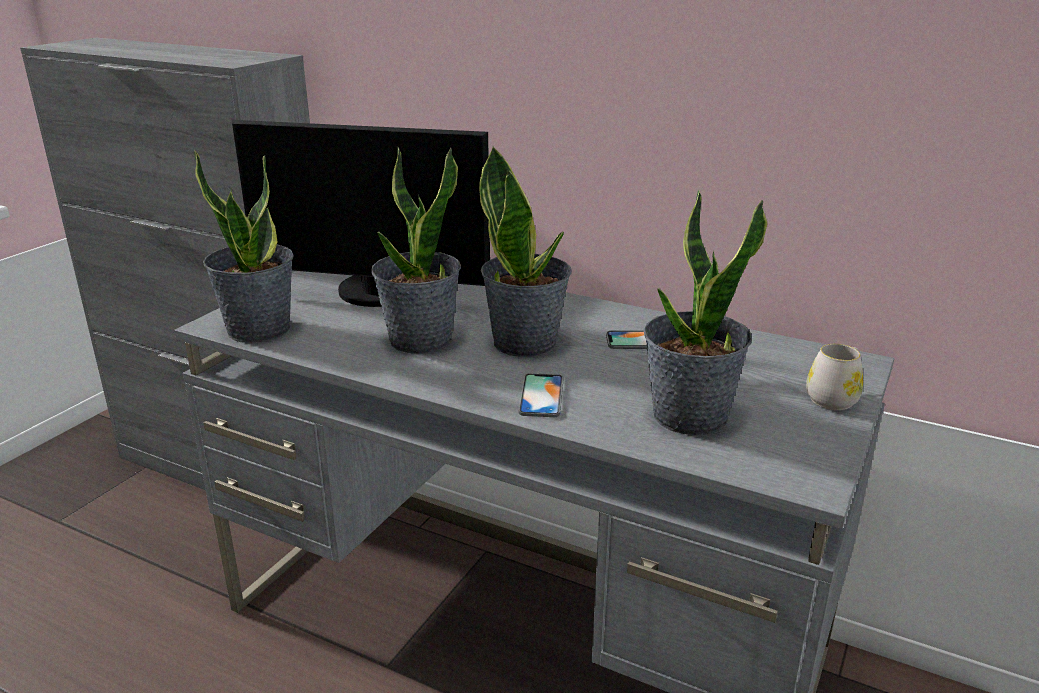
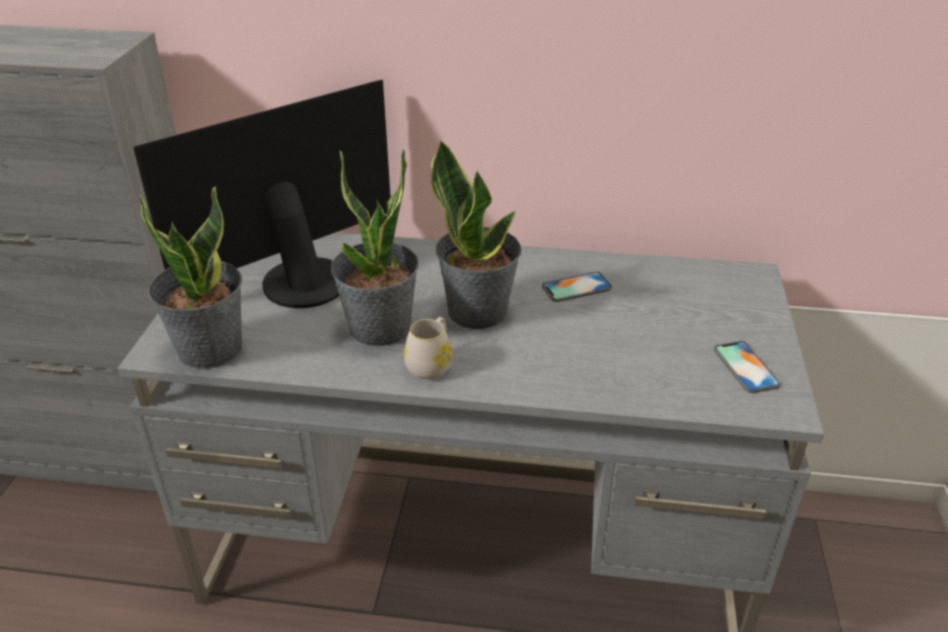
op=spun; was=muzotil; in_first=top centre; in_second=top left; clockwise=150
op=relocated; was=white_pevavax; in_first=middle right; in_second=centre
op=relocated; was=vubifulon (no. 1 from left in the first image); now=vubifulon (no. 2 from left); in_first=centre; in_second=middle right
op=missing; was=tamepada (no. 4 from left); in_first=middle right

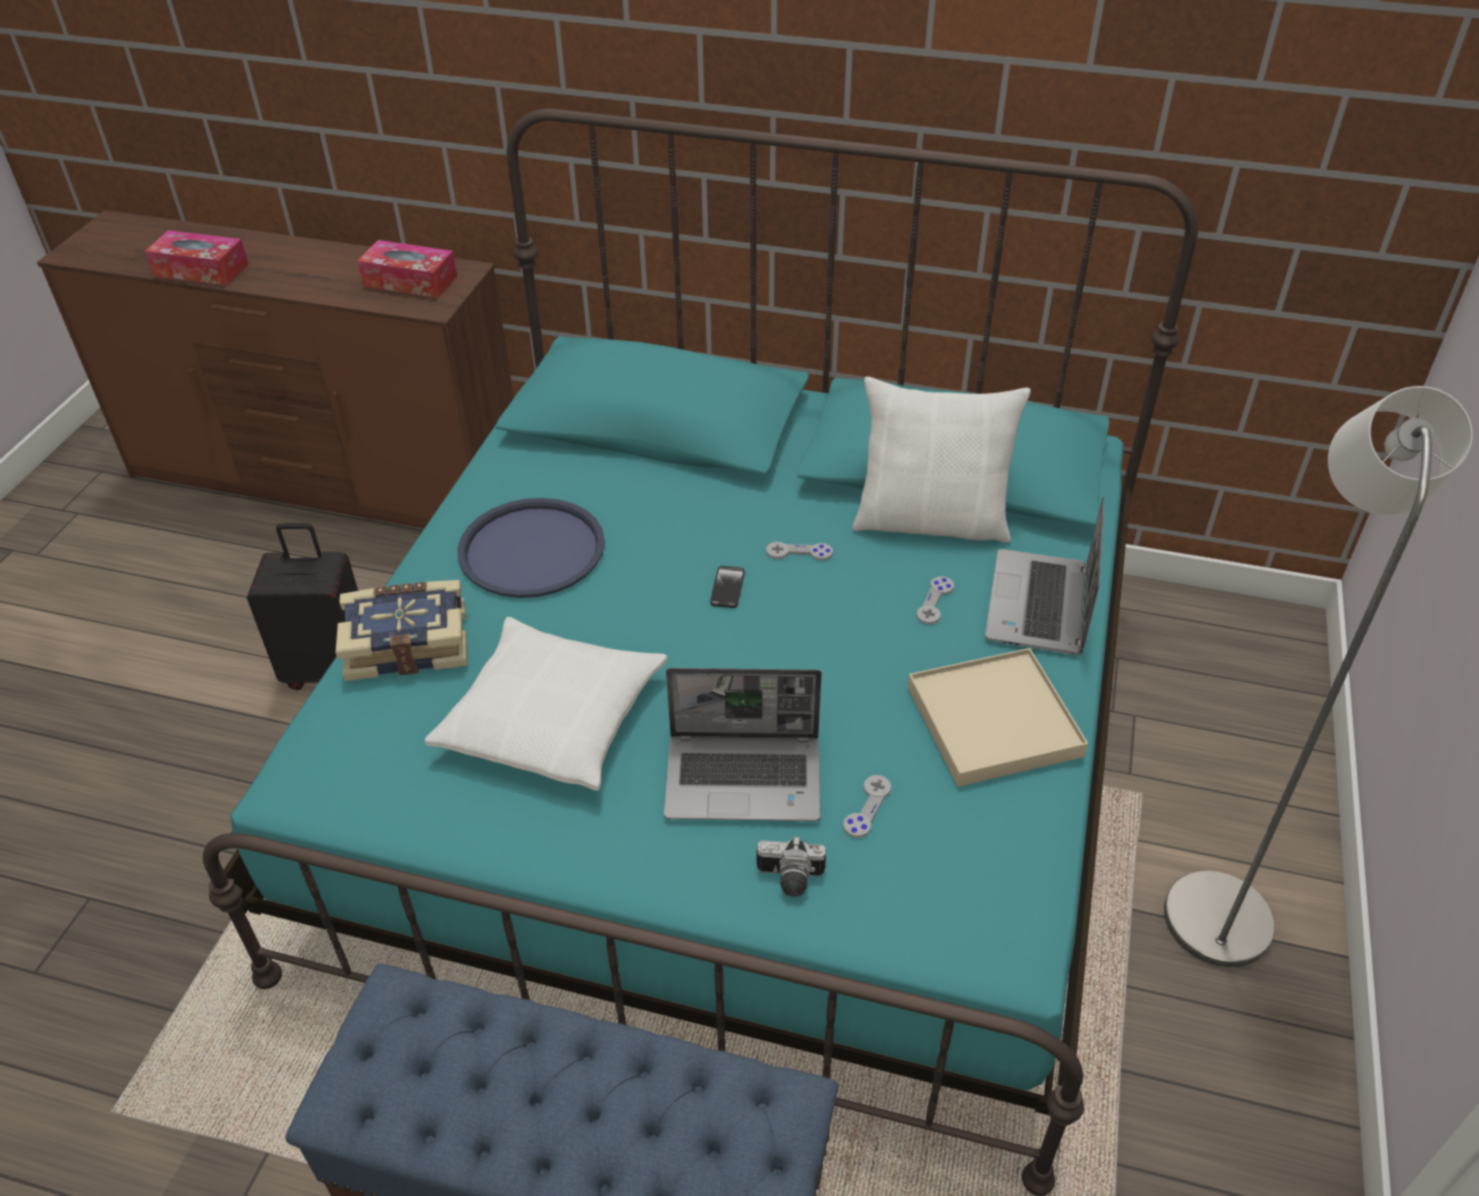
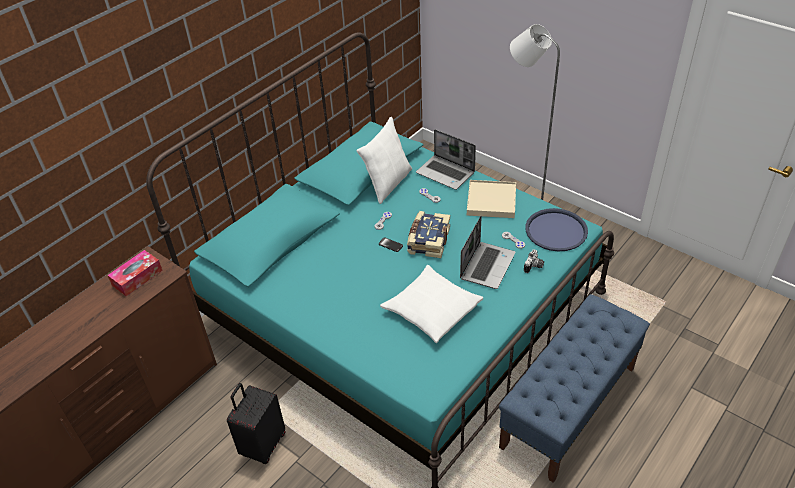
op=relocated; was=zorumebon; in_first=middle left; in_second=centre
op=relocated; was=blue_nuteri; in_first=centre; in_second=middle right
op=missing; was=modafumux (no. 1 from left); in_first=top left

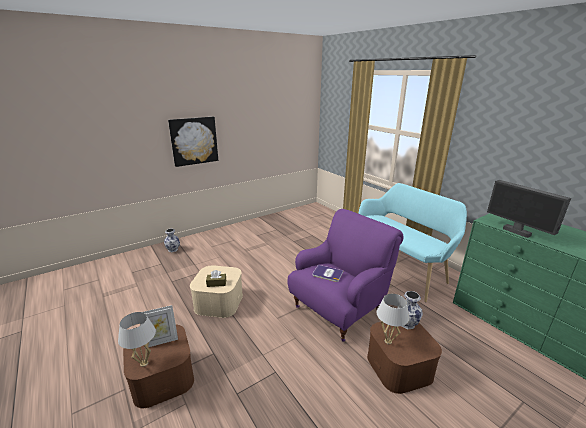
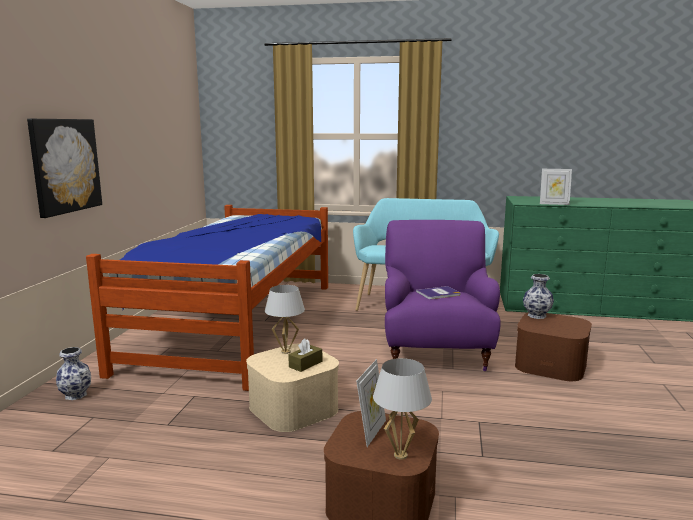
op=appeared; now=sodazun; in_second=middle left
op=relocated; was=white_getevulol (no. 2 from left in the first image); now=white_getevulol (no. 1 from left); in_first=bottom right; in_second=centre
op=exchanged; was=muzotil; now=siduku (no. 2 from left); in_first=middle right; in_second=middle right

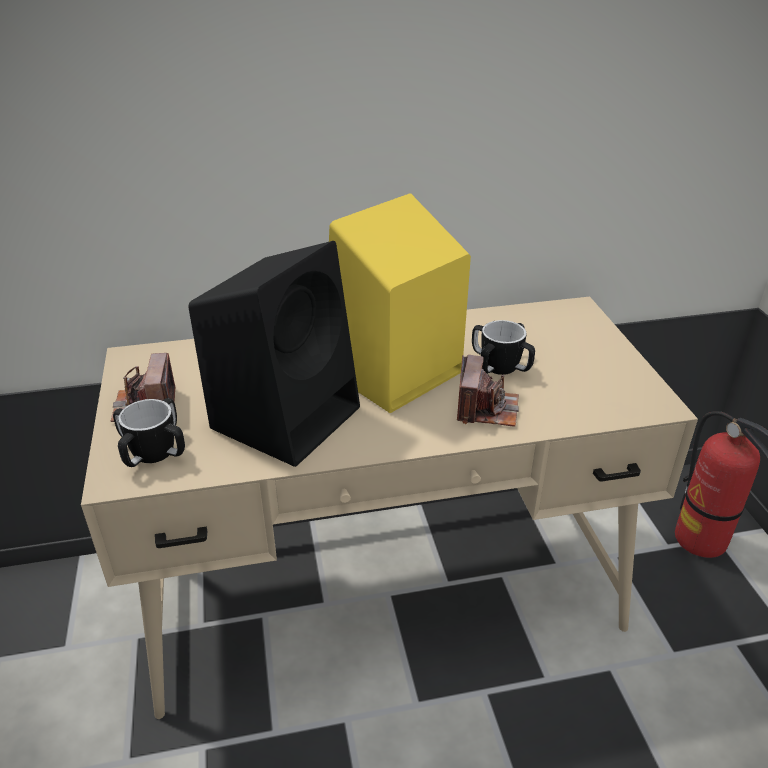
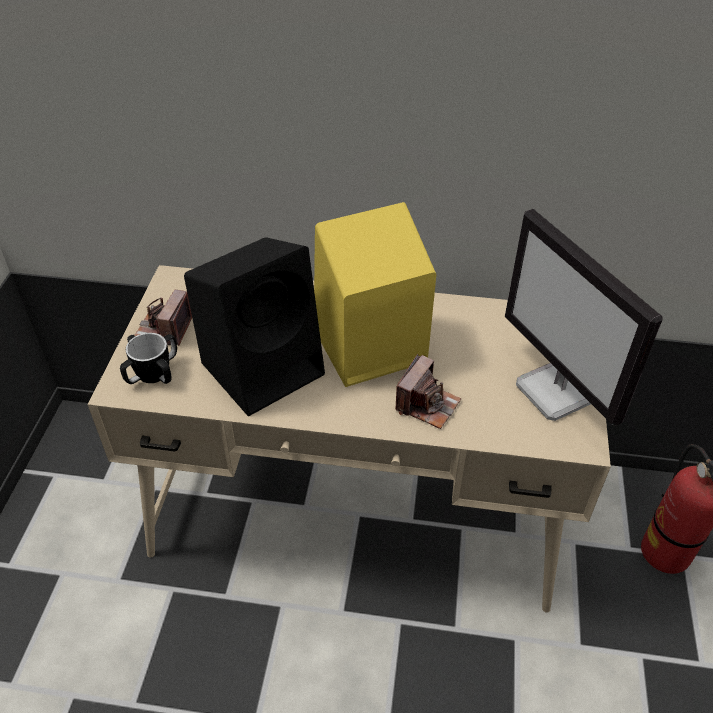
op=appeared; now=muzotil; in_second=middle right
op=missing; was=pevavax (no. 2 from left); in_first=centre

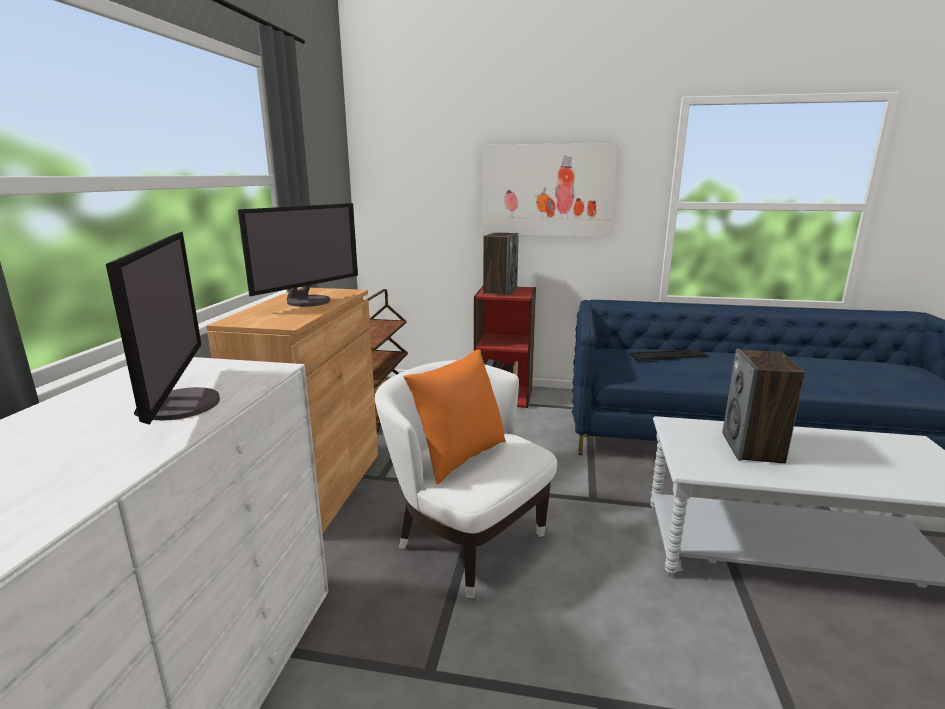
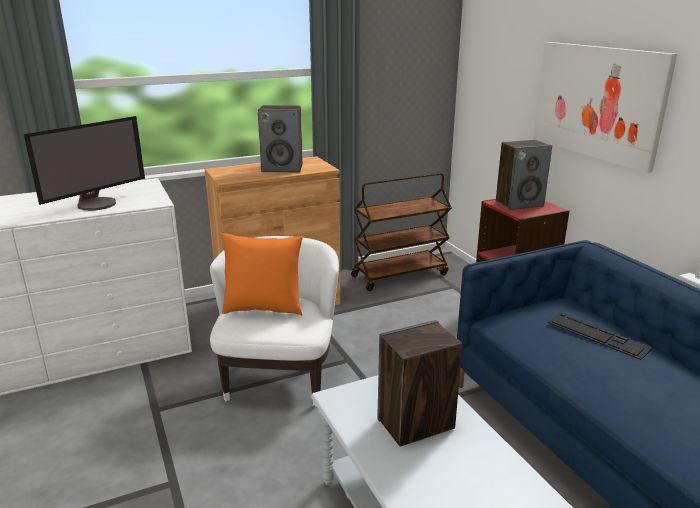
op=exchanged; was=muzotil (no. 2 from left); now=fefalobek (no. 1 from left); in_first=middle left; in_second=top centre

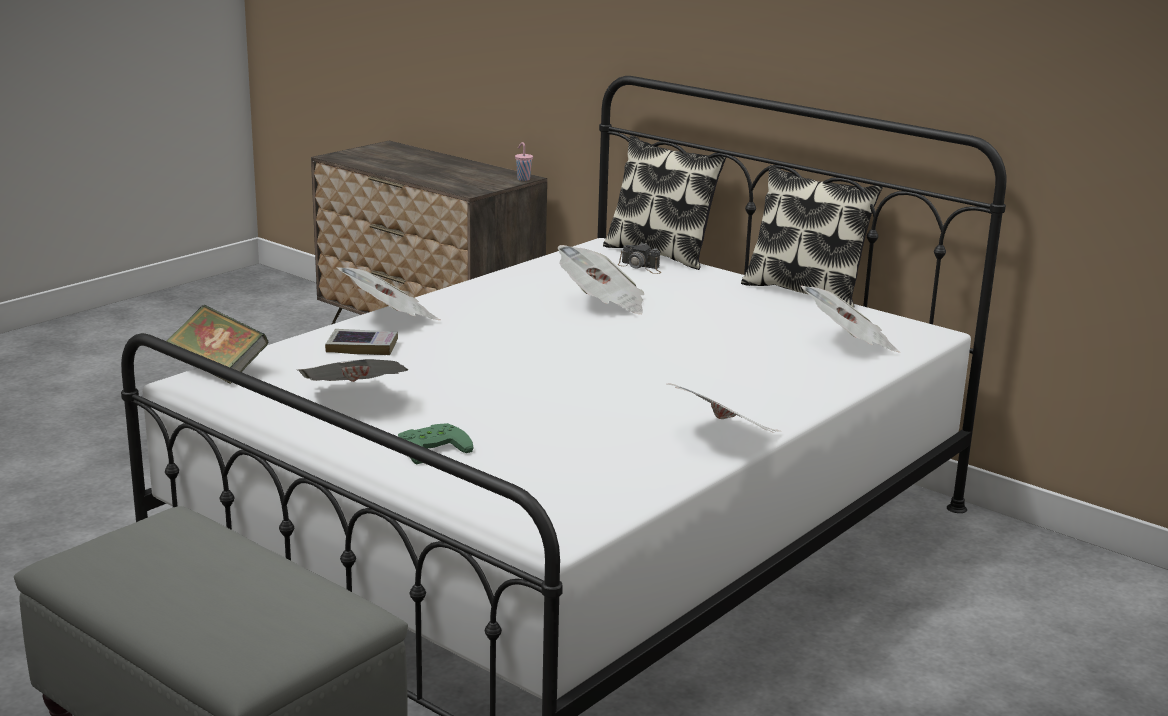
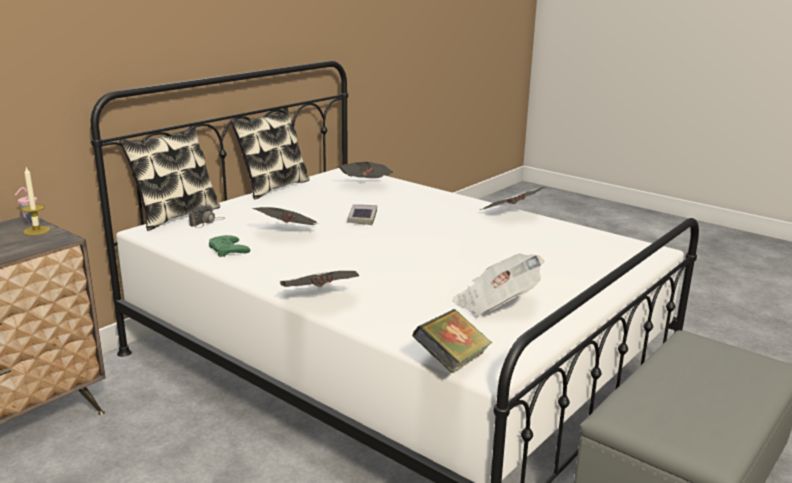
op=appeared; now=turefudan; in_second=middle left
op=relocated; was=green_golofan; in_first=centre; in_second=middle left
op=relocated; was=zorumebon (no. 2 from left in the first image); now=zorumebon (no. 1 from left); in_first=middle left; in_second=centre

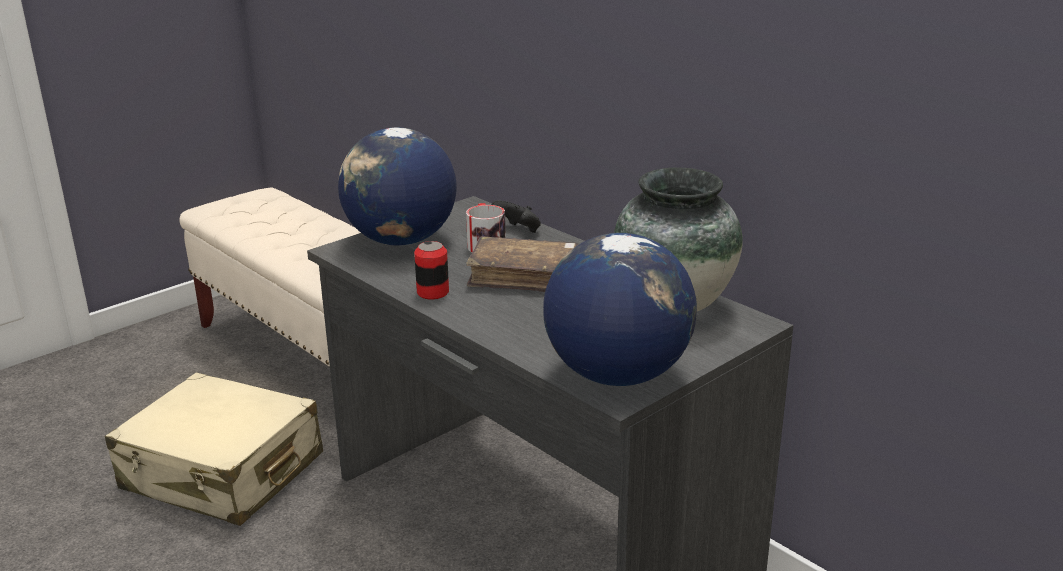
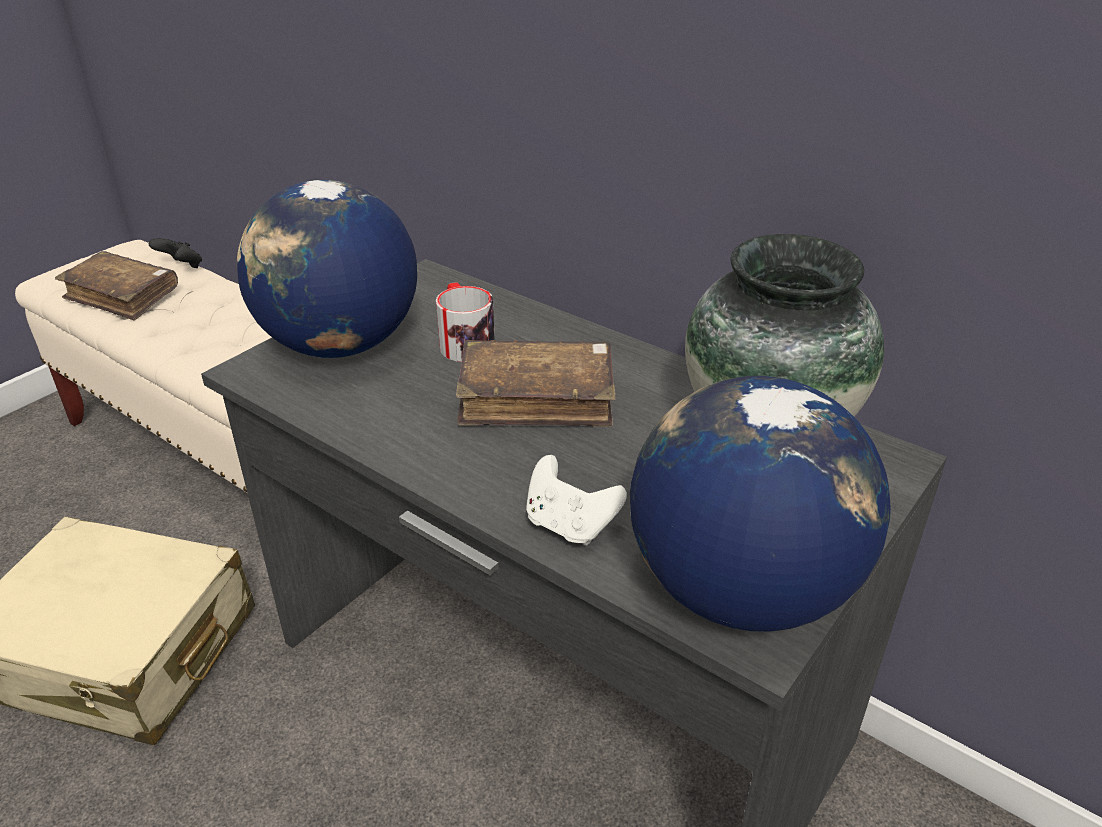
op=appeared; now=brown_zorumebon (no. 1 from left); in_second=middle left
op=relocated; was=black_golofan; in_first=centre; in_second=top left
op=appeared; now=white_golofan; in_second=centre
op=missing; was=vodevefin; in_first=centre

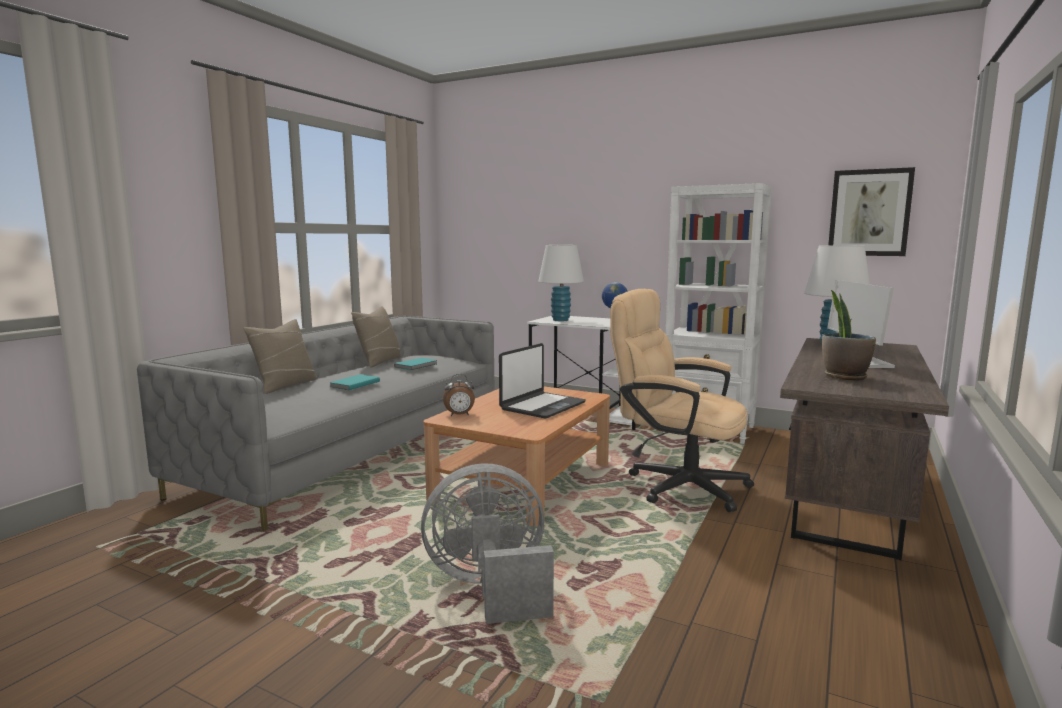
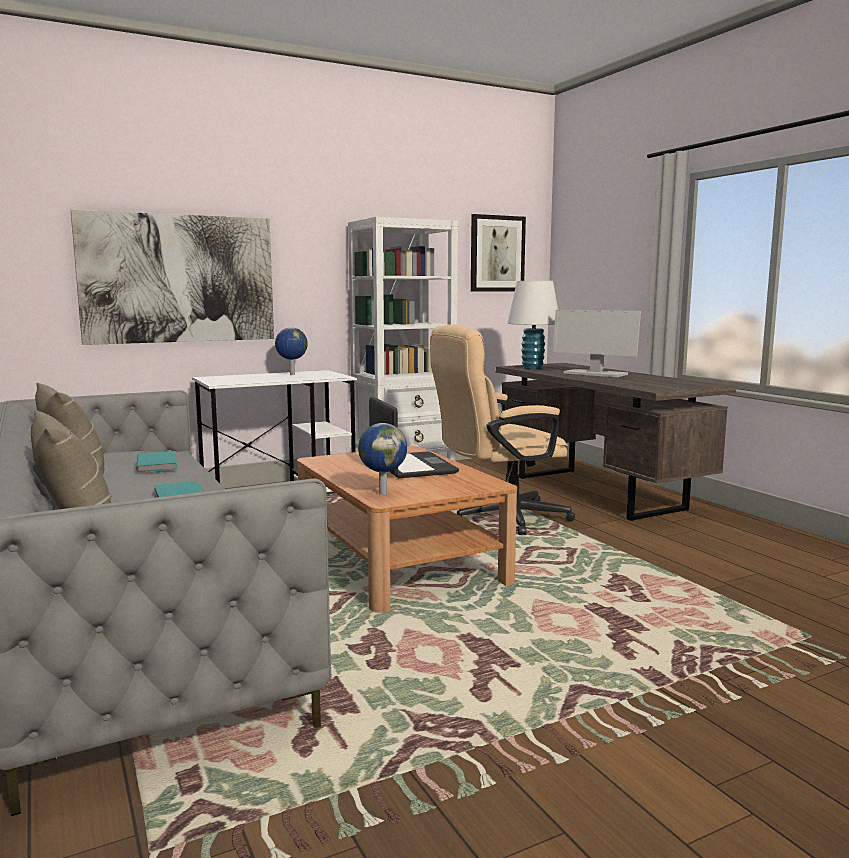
op=appeared; now=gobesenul (no. 1 from left); in_second=top left
op=exchanged; was=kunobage; now=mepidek (no. 2 from left); in_first=centre; in_second=centre
op=missing; was=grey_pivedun; in_first=bottom centre
op=missing; was=white_getevulol (no. 1 from left); in_first=centre
op=missing; was=tamepada; in_first=middle right

